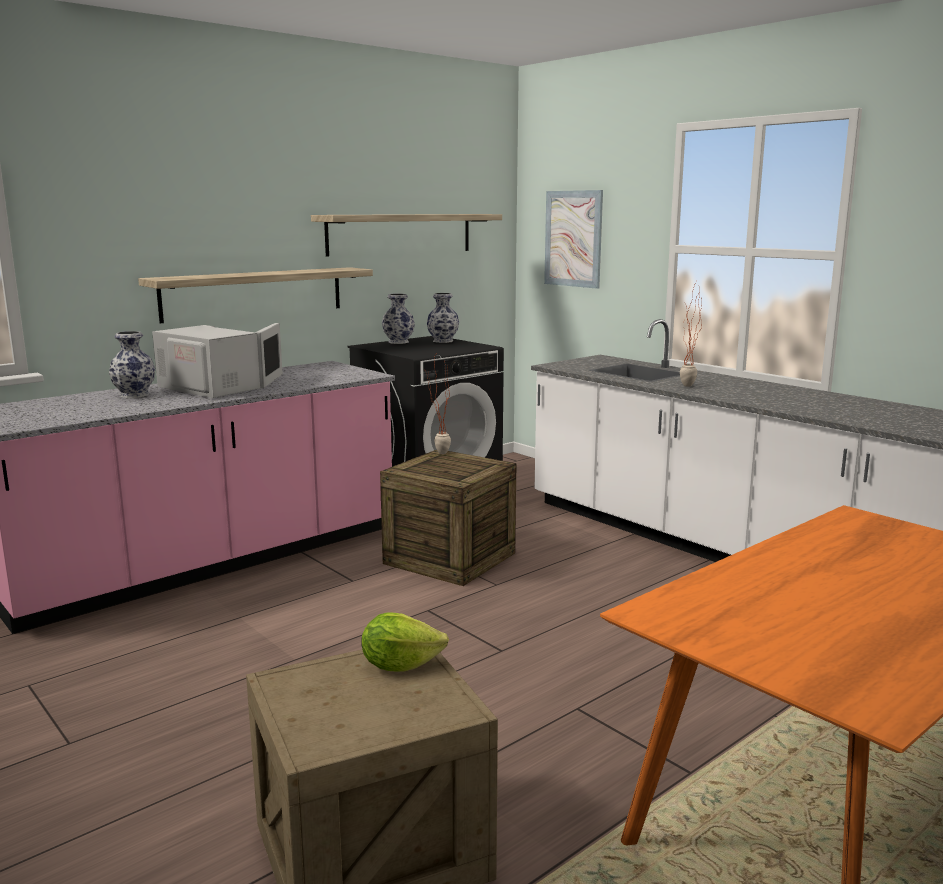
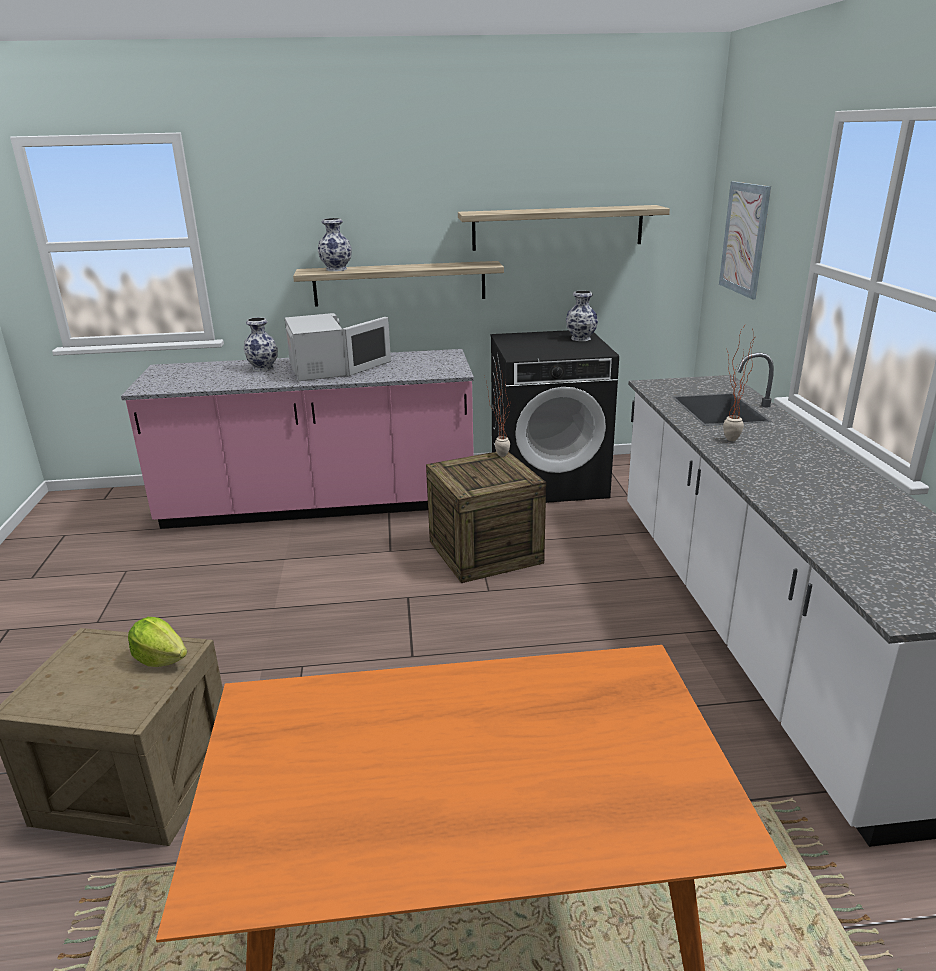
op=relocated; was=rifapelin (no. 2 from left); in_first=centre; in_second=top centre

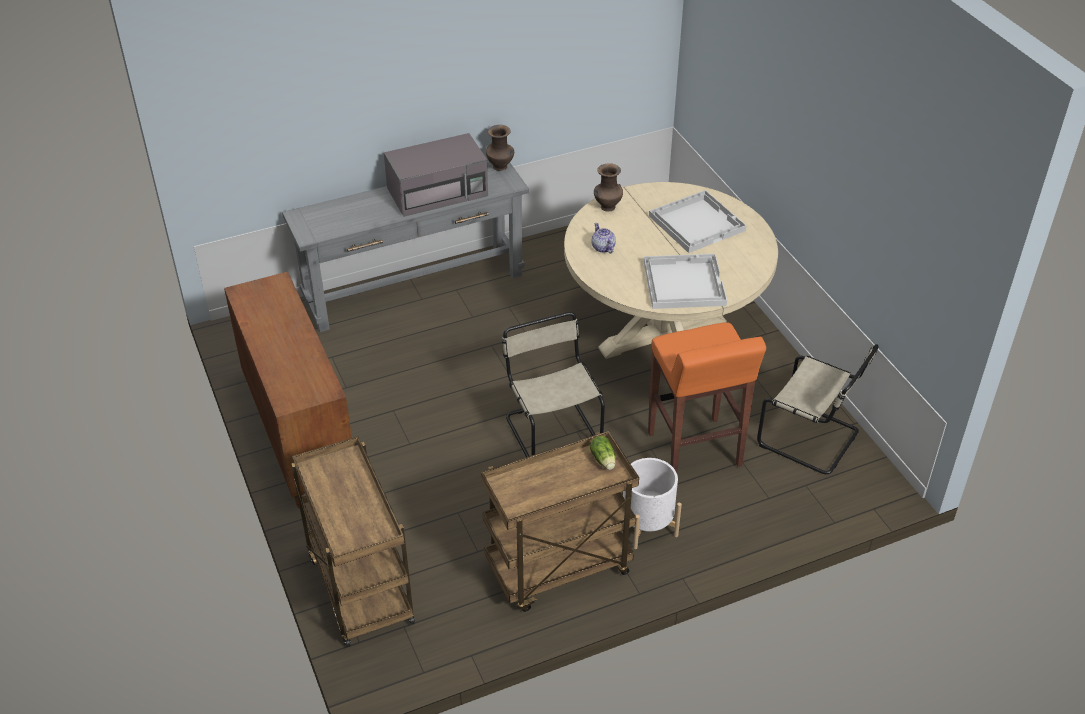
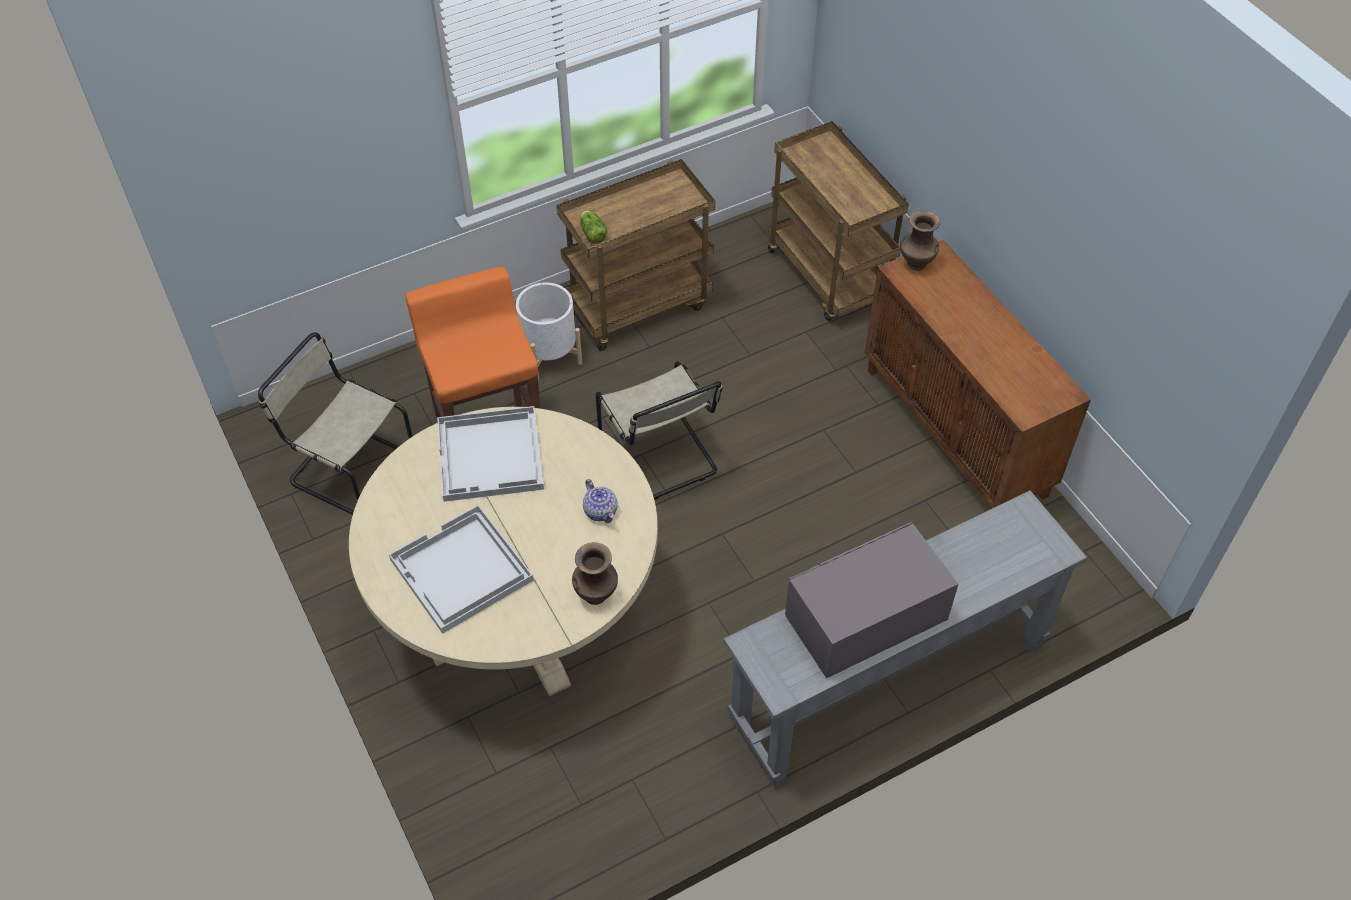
op=relocated; was=brown_rifapelin (no. 1 from left in the first image); now=brown_rifapelin (no. 2 from left); in_first=top centre; in_second=top right

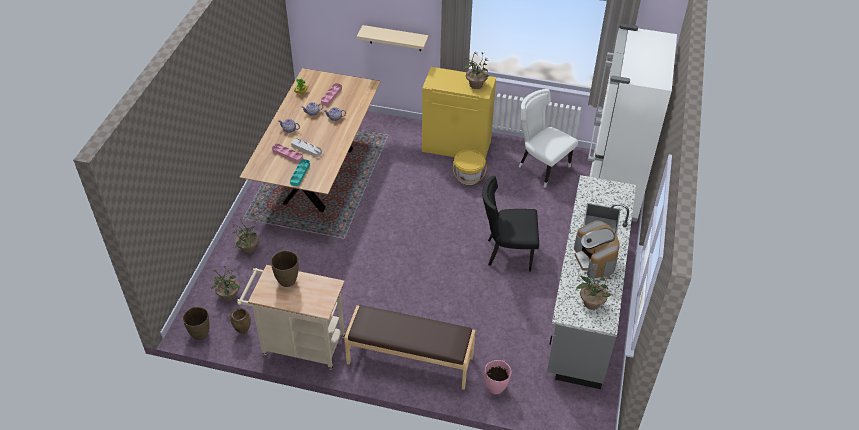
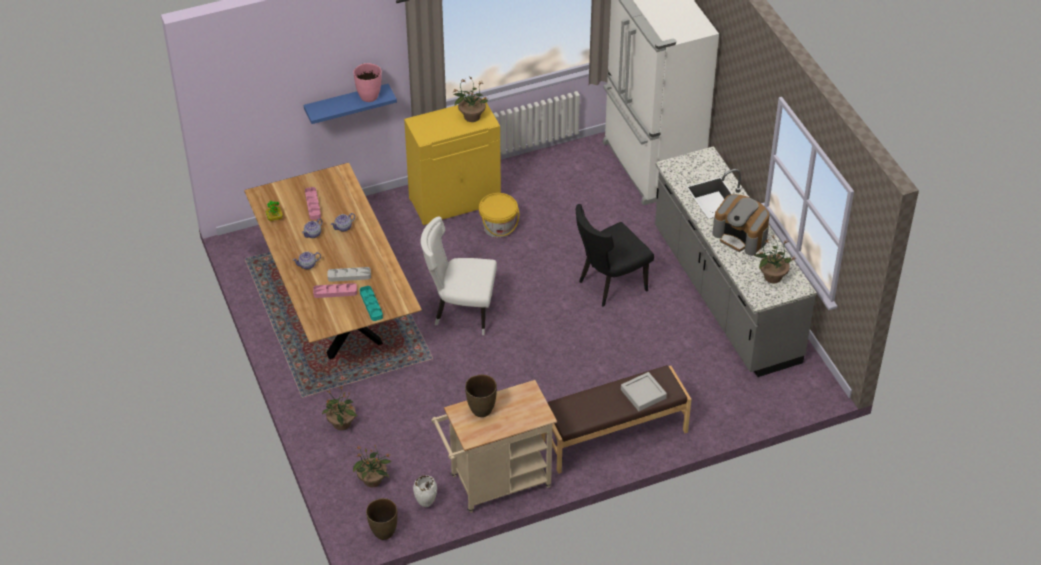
op=colour; was=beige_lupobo; now=blue_lupobo; in_first=top centre; in_second=top centre
op=relocated; was=pink_rifapelin; in_first=bottom centre; in_second=top centre
op=colour; was=brown_rifapelin (no. 2 from left); now=white_rifapelin; in_first=bottom left; in_second=bottom centre
op=relocated; was=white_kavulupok; in_first=top centre; in_second=centre
op=appeared; now=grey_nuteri (no. 2 from left); in_second=bottom centre

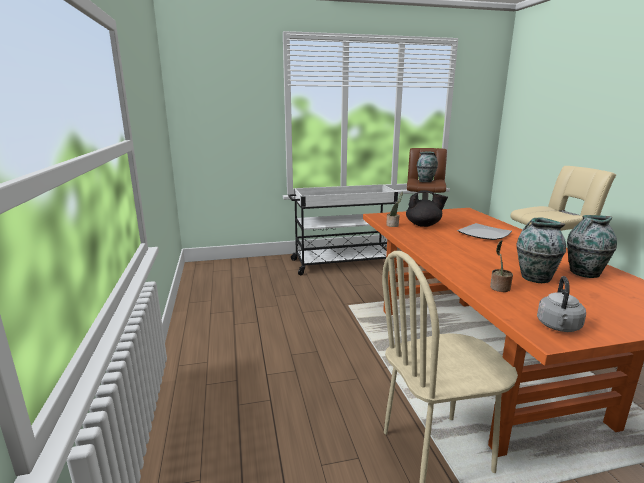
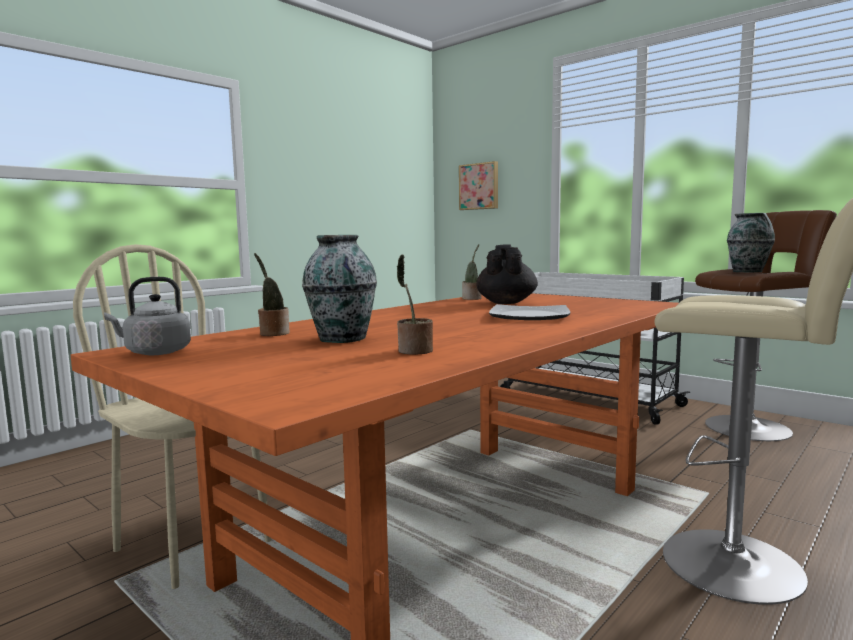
op=exchanged; was=rifapelin (no. 3 from left); now=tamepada (no. 2 from left); in_first=middle right; in_second=centre
op=appeared; now=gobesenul; in_second=top centre
op=spun; was=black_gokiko; in_first=centre; in_second=centre; clockwise=-150

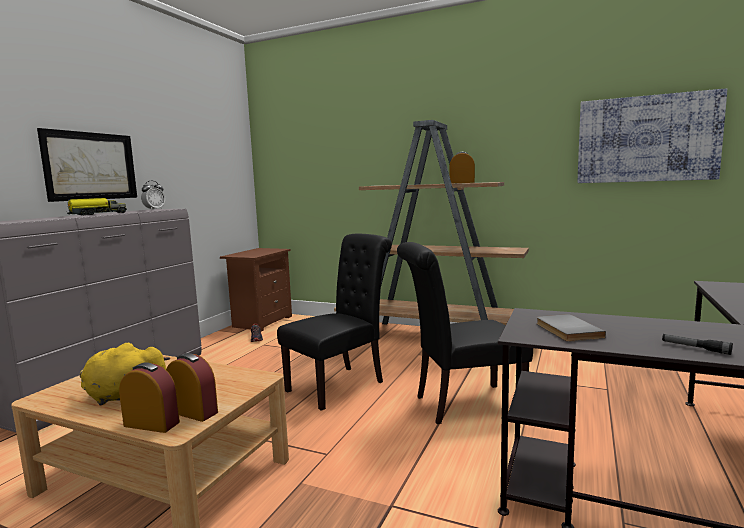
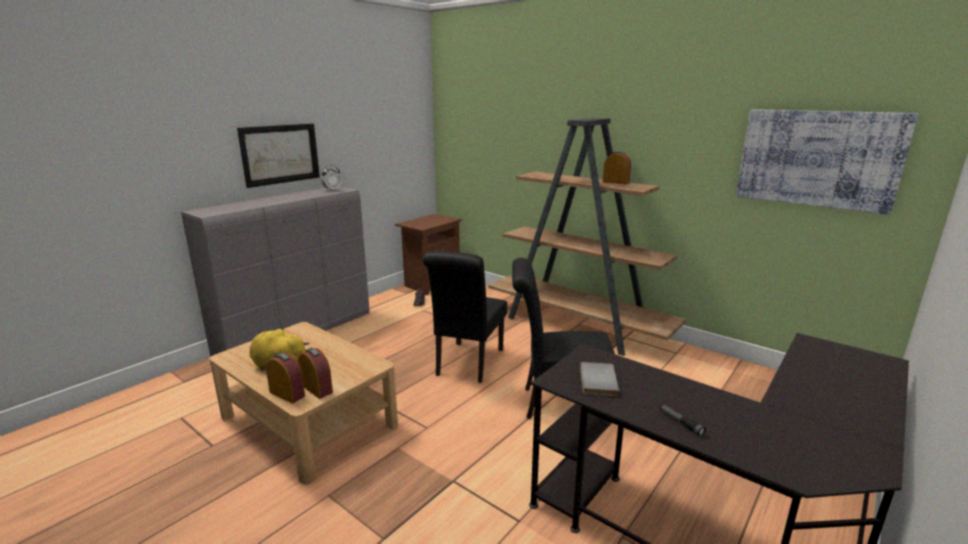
op=spun; was=black_kavulupok (no. 1 from left); in_first=centre; in_second=centre; clockwise=135
op=missing; was=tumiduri; in_first=middle left

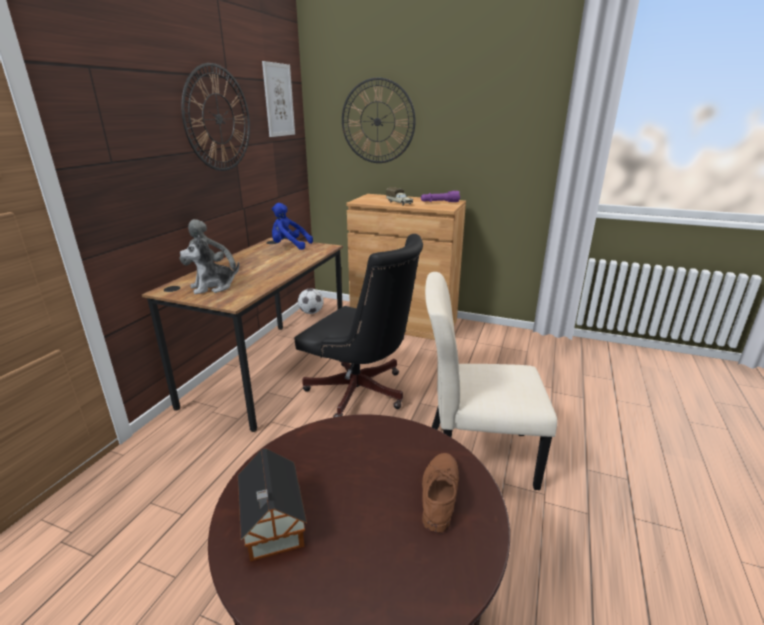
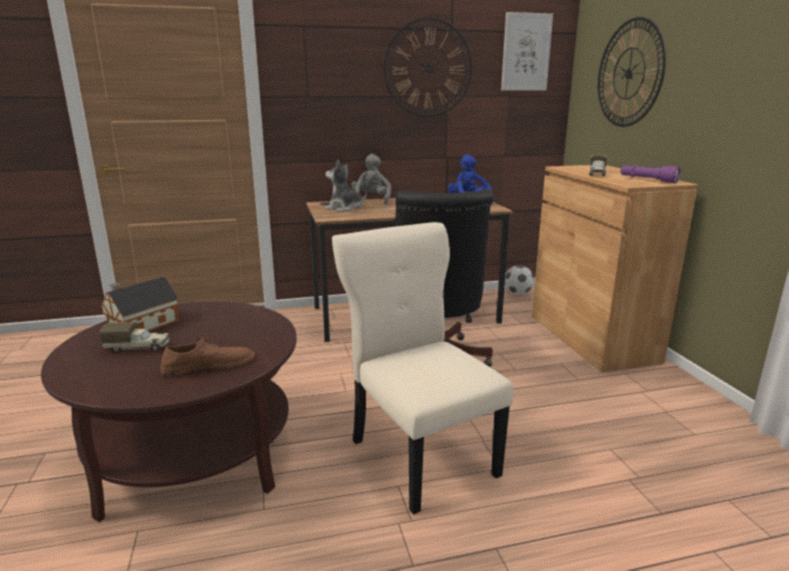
op=appeared; now=tumiduri (no. 1 from left); in_second=middle left

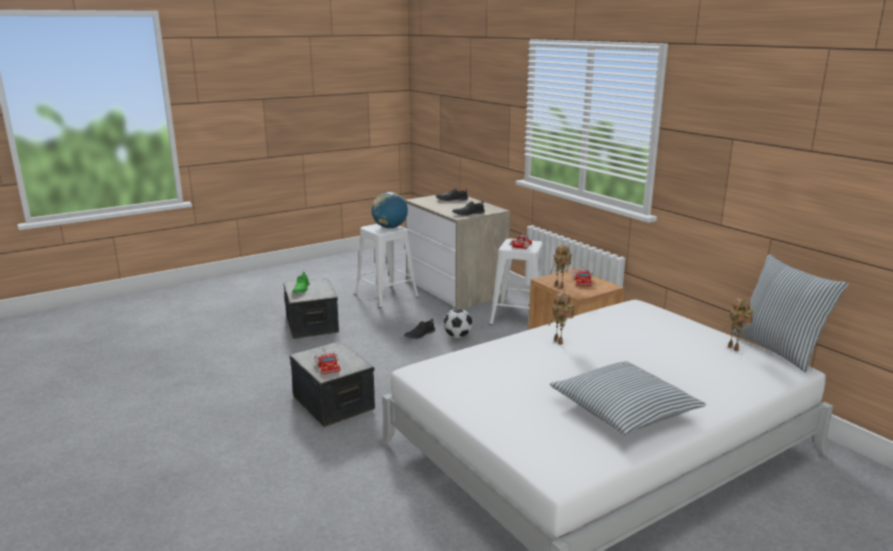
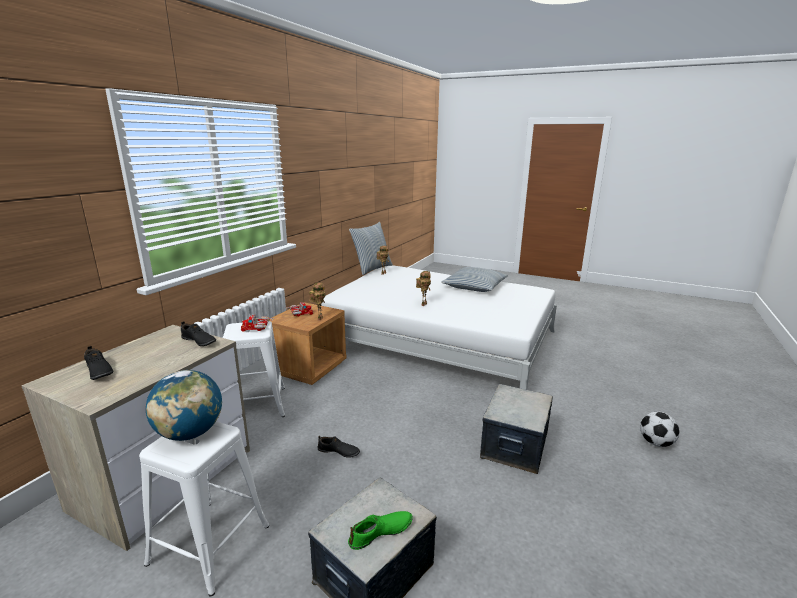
op=relocated; was=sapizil; in_first=centre; in_second=bottom right
op=missing; was=tumiduri (no. 1 from left); in_first=centre

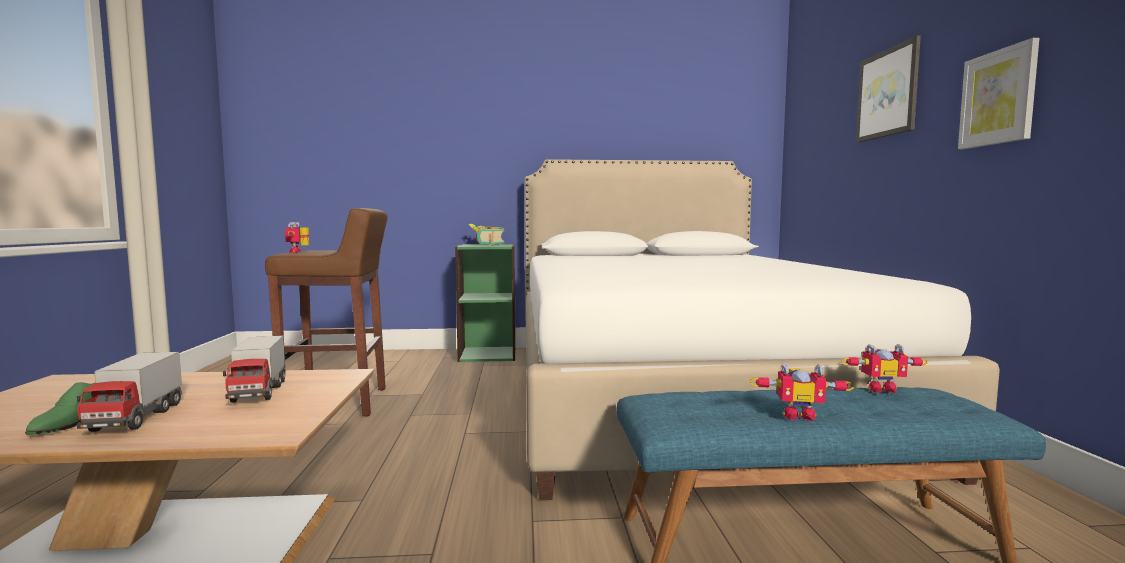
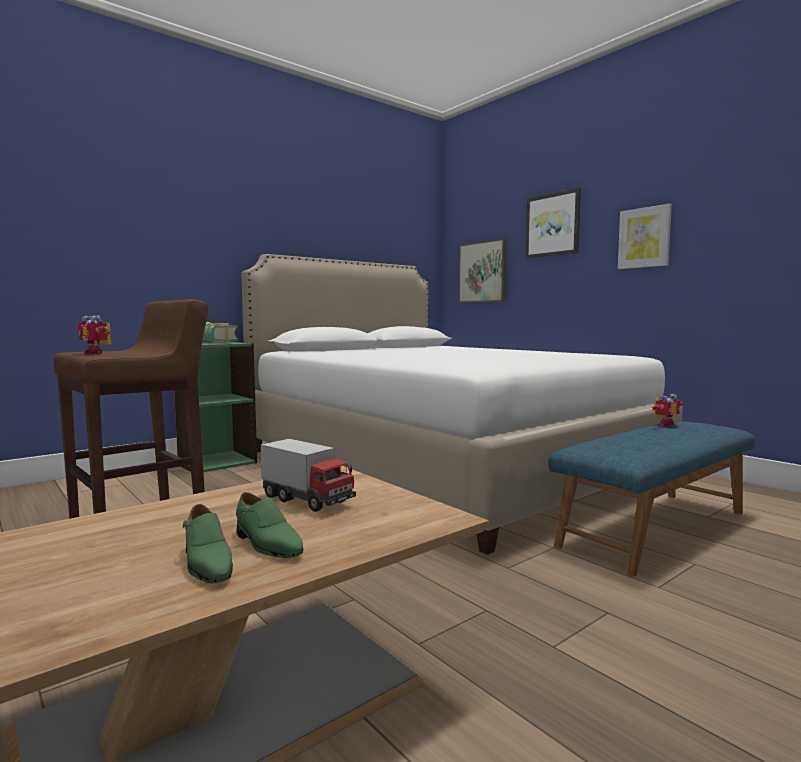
op=exchanged; was=tumiduri (no. 1 from left); now=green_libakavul (no. 2 from left); in_first=bottom left; in_second=bottom centre
op=appeared; now=gobesenul (no. 1 from left); in_second=centre
op=missing; was=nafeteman (no. 2 from left); in_first=bottom right

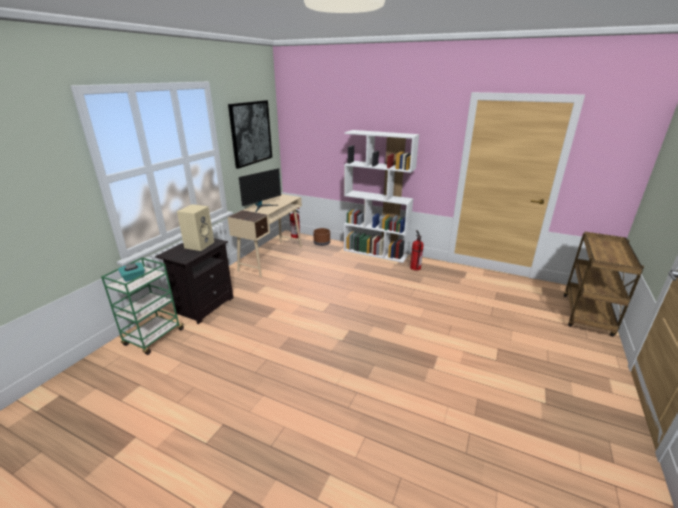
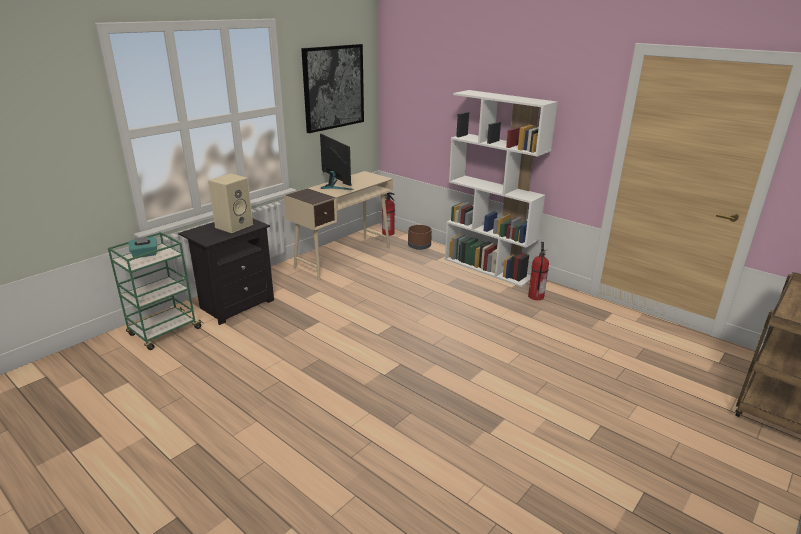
op=spun; was=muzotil; in_first=centre; in_second=top centre; clockwise=-90

